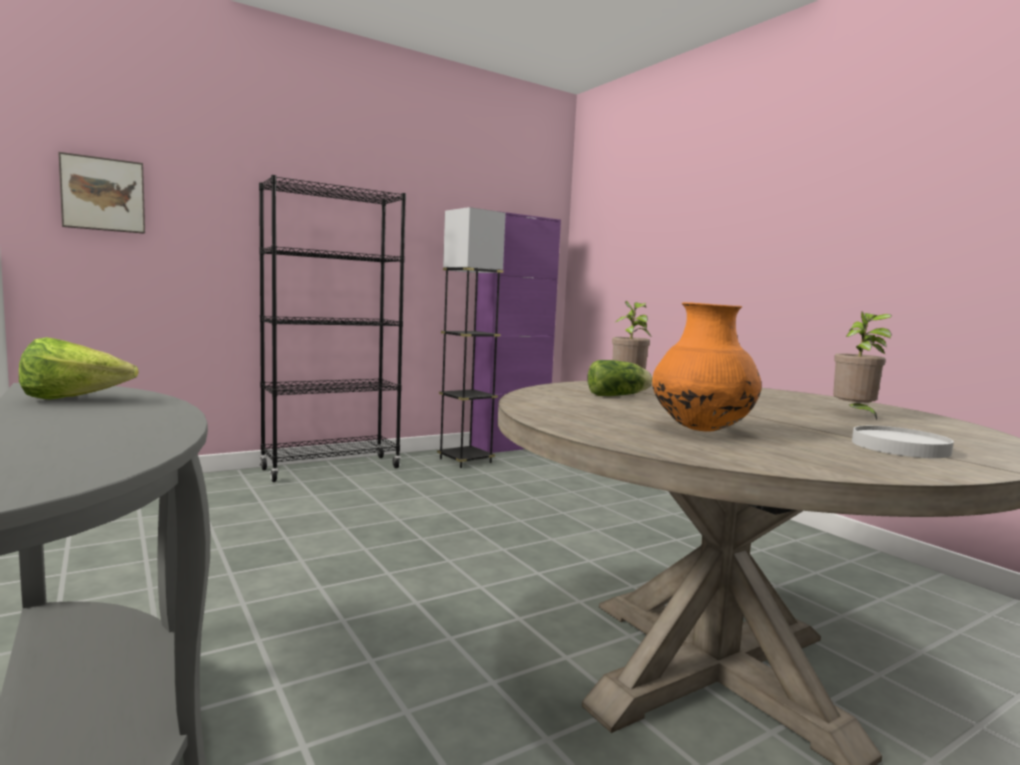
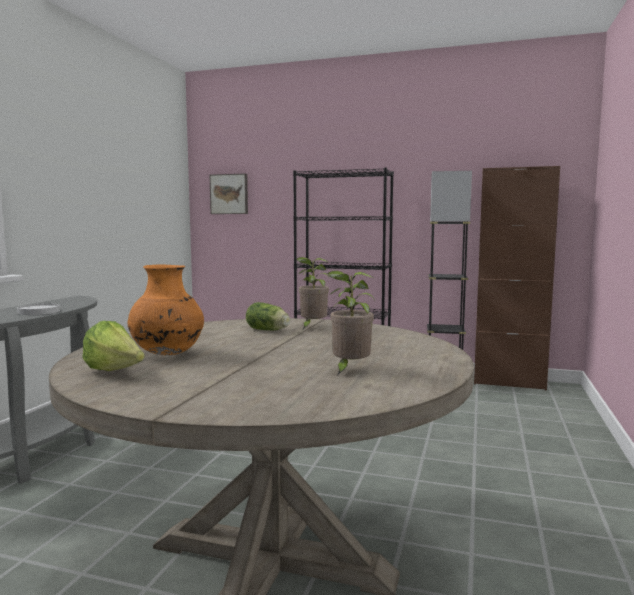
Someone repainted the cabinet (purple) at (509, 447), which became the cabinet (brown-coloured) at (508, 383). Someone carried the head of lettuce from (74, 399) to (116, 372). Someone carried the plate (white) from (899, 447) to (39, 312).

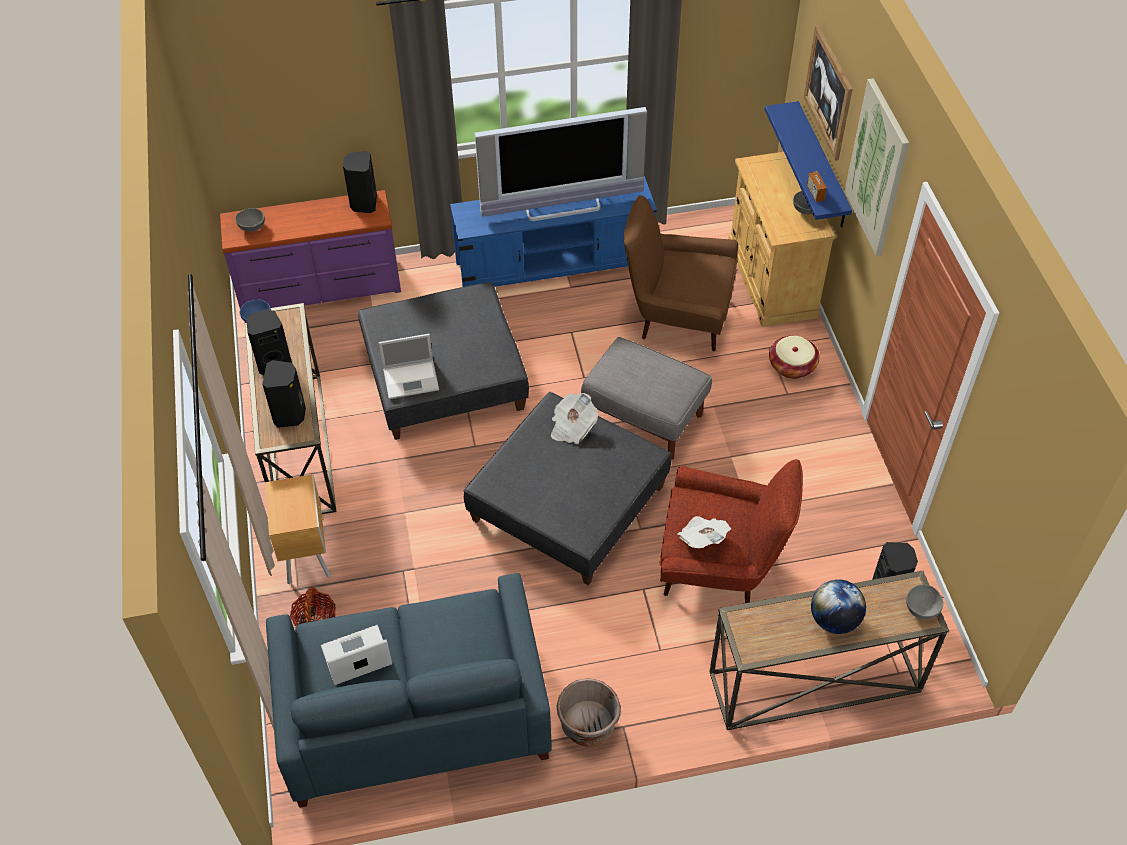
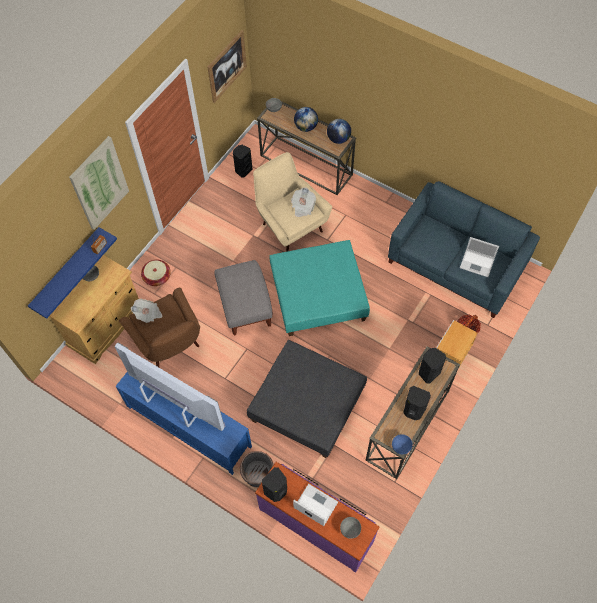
Someone carried the picture from (828, 92) to (227, 66). Someone carried the notebook computer from (412, 379) to (315, 504). Someone repainted the ottoman (grey) at (569, 504), which became the ottoman (turquoise) at (318, 295). Someone carried the printed paper from (572, 427) to (148, 314). Someone repainted the armchair (red) at (719, 566), which became the armchair (beige) at (290, 225). Someone carried the flower pot (grey) from (588, 725) to (258, 474). Someone put down the globe at (338, 139).

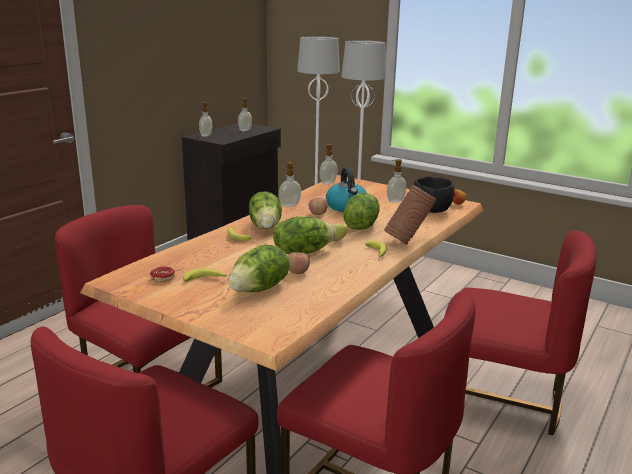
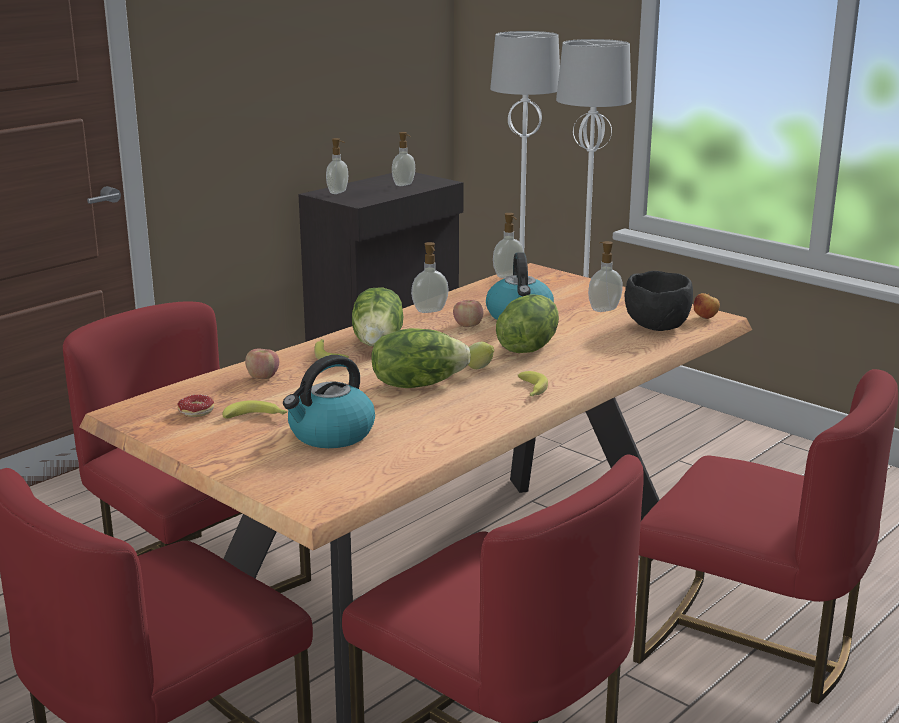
Someone took away the decorative vase (brown-coloured) at (407, 242). Someone swapped the head of lettuce at (260, 289) for the tea kettle at (330, 434). Someone carried the apple from (297, 272) to (262, 377).

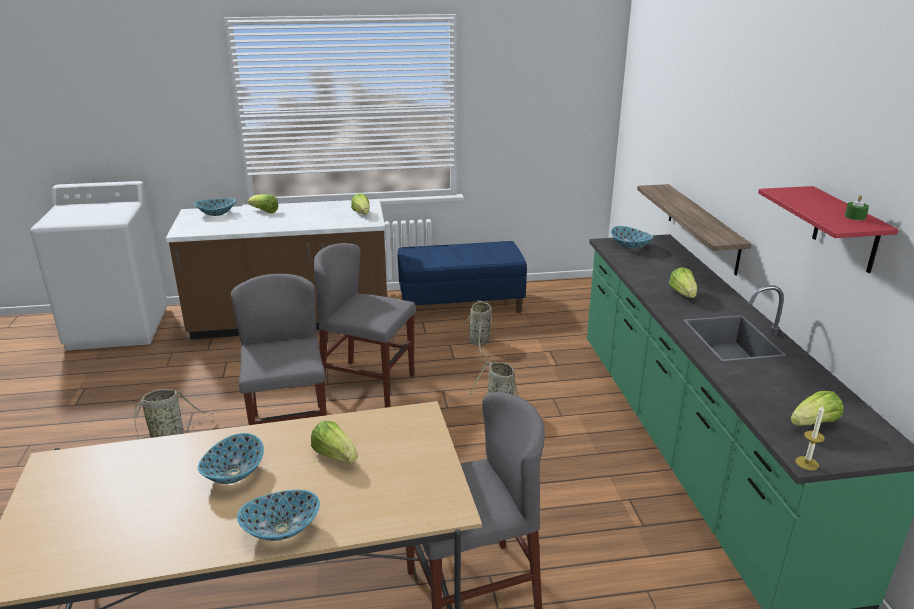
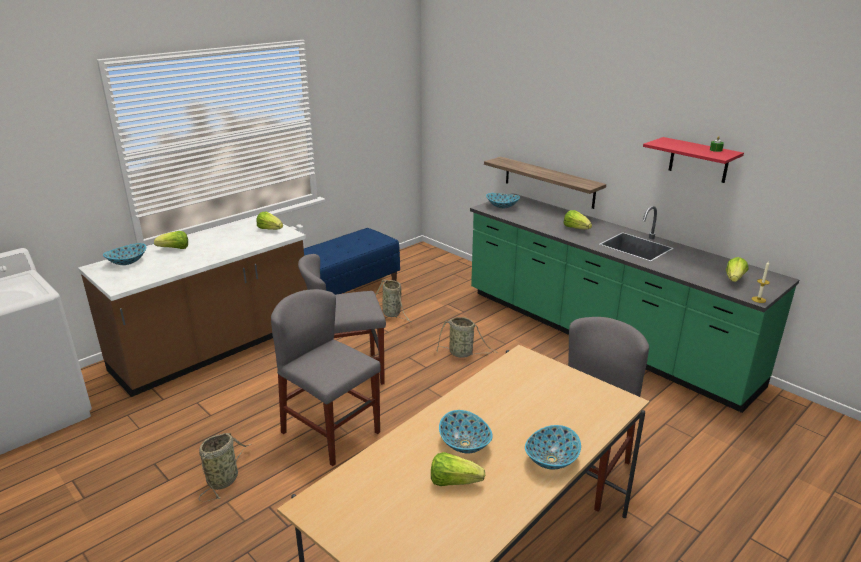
Someone carried the head of lettuce from (335, 455) to (454, 481).

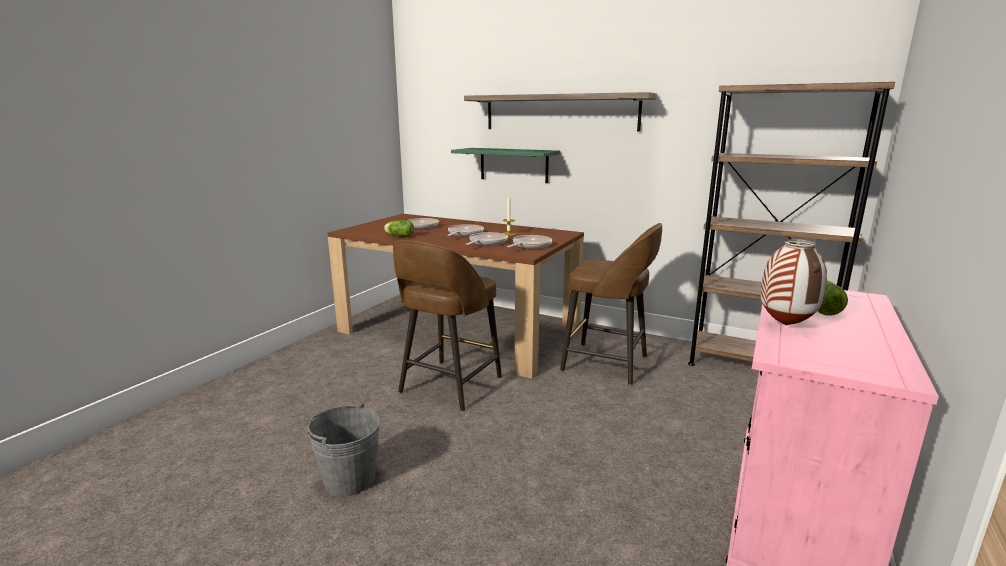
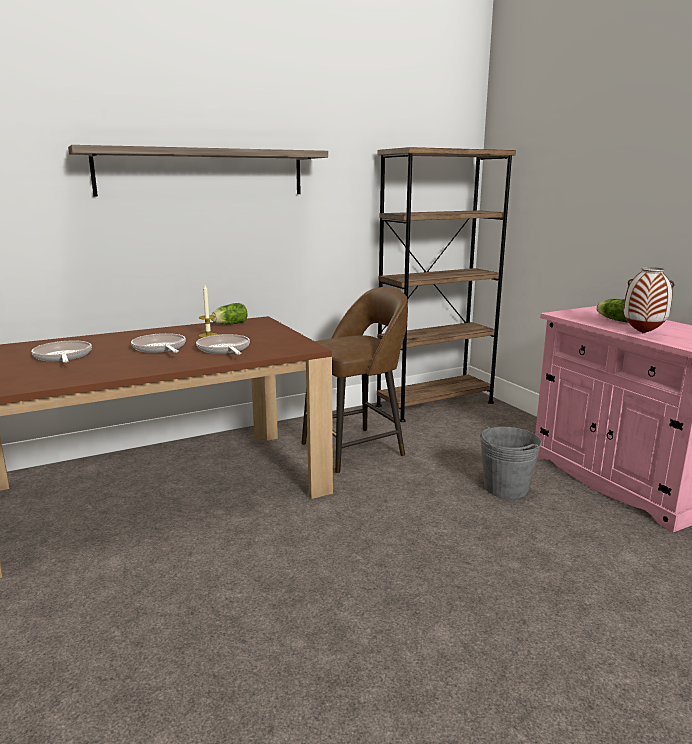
Someone took away the bracket shelf (green-coloured) at (514, 165). Someone carried the head of lettuce from (399, 236) to (229, 324). Someone took away the frying pan at (530, 245). Someone took away the stool (brown-coloured) at (449, 386). Someone carried the water bucket (grey) from (349, 479) to (505, 488).

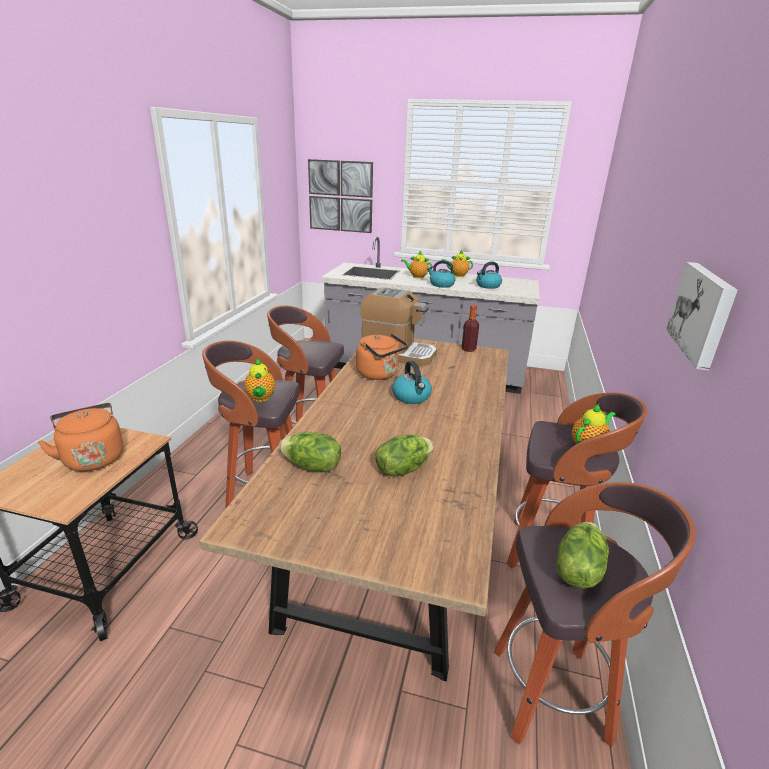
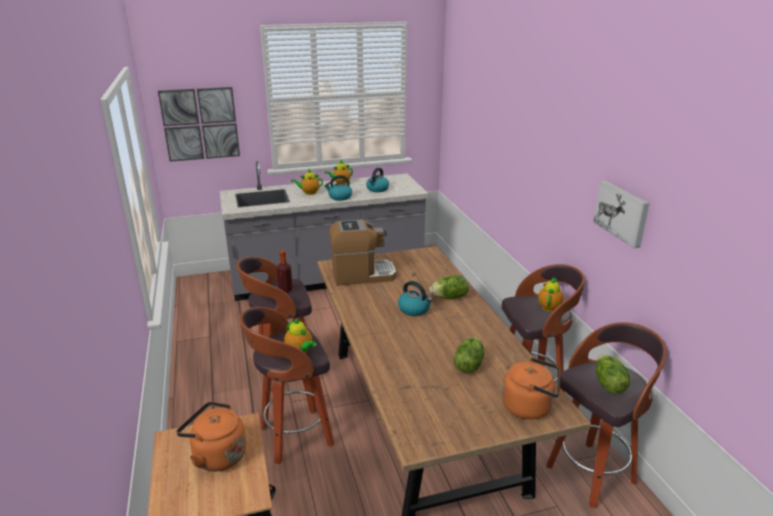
Someone carried the drink bottle from (468, 349) to (285, 290). Someone carried the tea kettle (orangey) from (379, 374) to (530, 407). Someone carried the head of lettuce from (312, 467) to (449, 297).

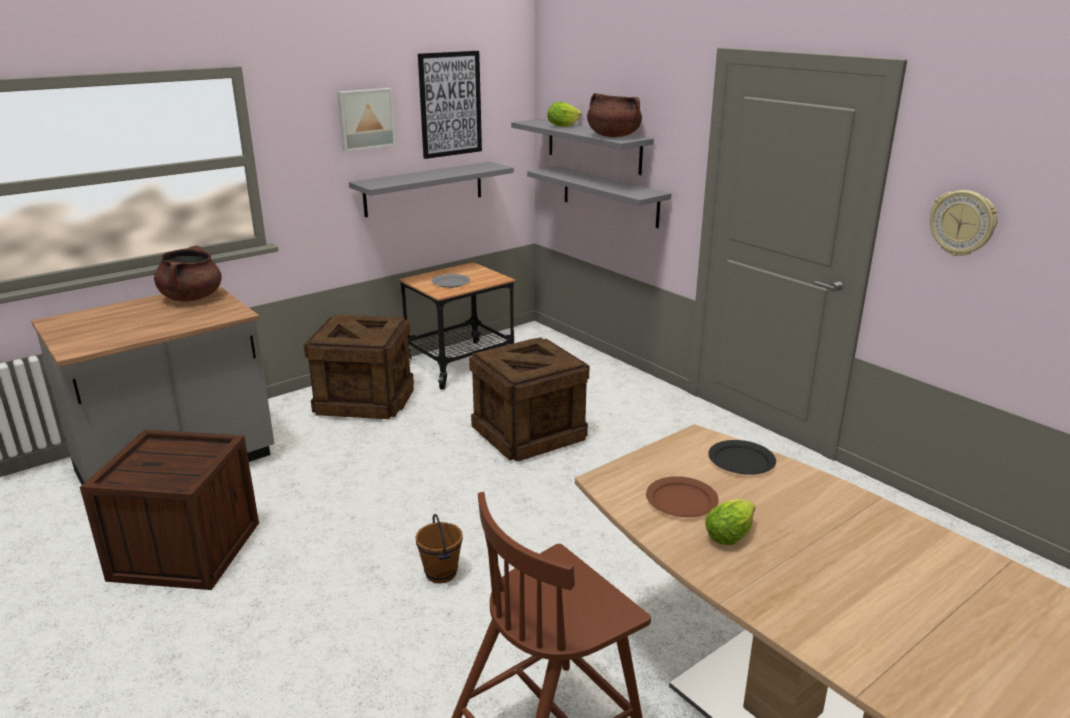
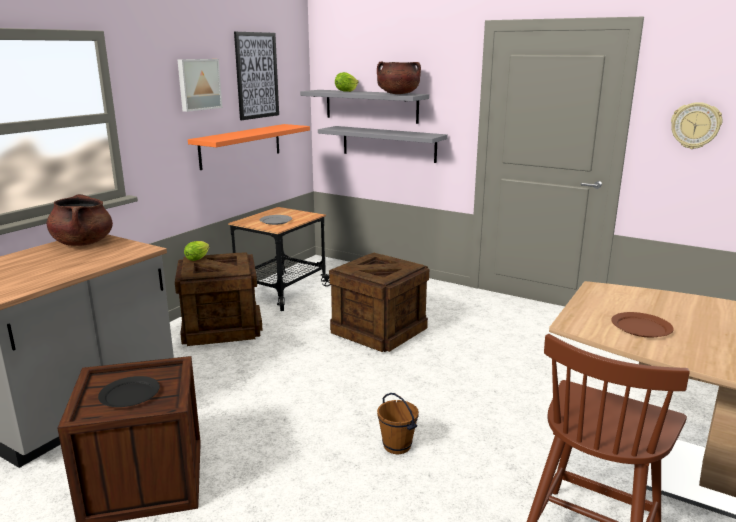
Someone repainted the bracket shelf (grey) at (424, 188), which became the bracket shelf (orangey) at (241, 146). Someone carried the plate (black) from (741, 460) to (129, 394). Someone carried the head of lettuce from (731, 534) to (198, 258).

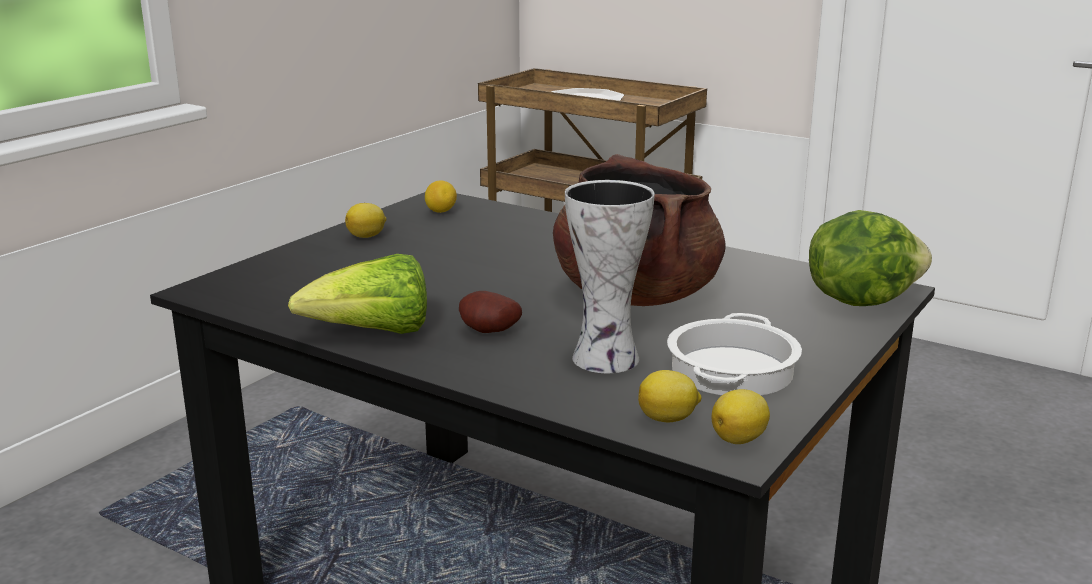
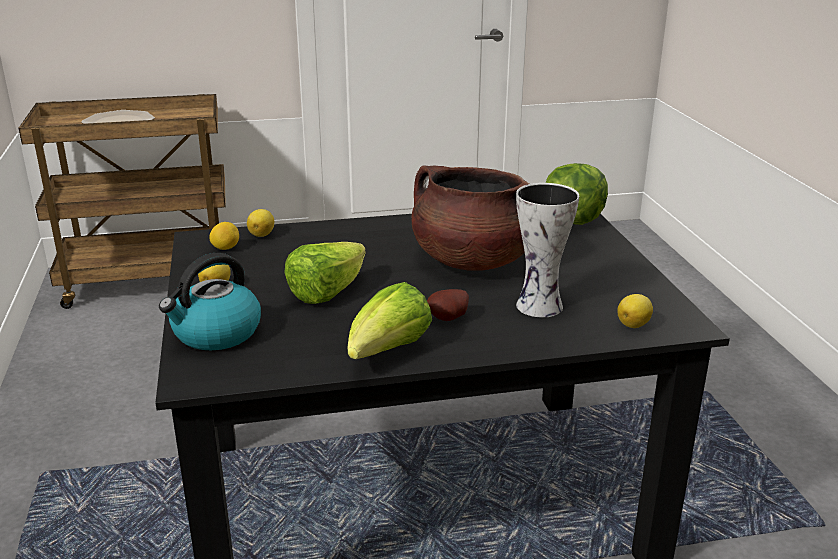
Someone took away the cooking pot at (733, 371). Someone carried the lemon from (740, 439) to (262, 234). Someone put down the head of lettuce at (327, 292). Someone put down the tea kettle at (216, 333).

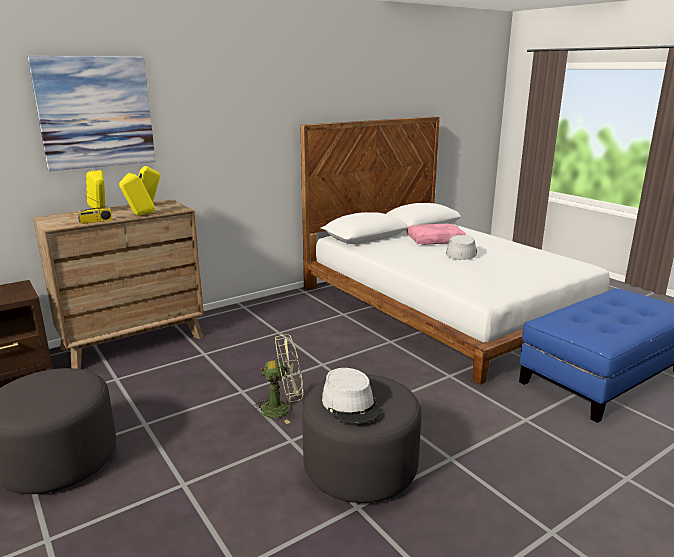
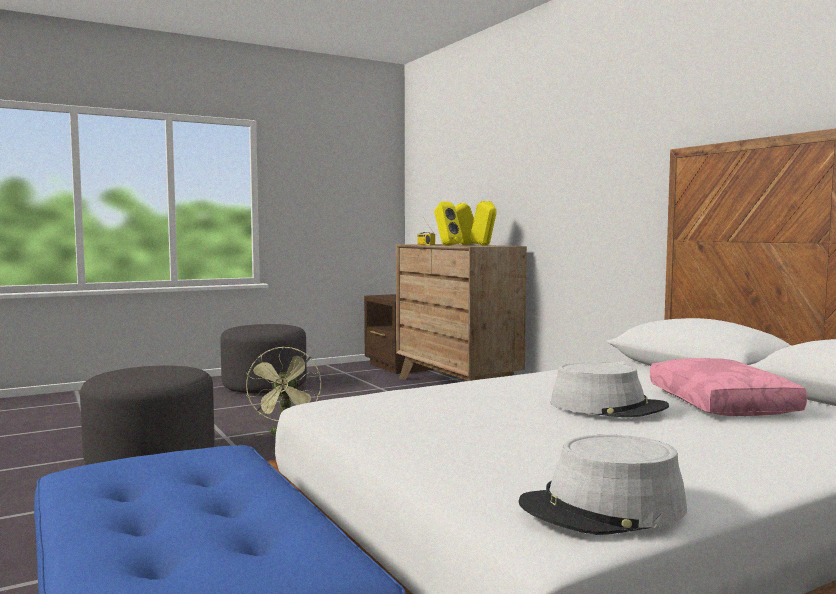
Someone took away the picture at (96, 112). Someone carried the wearable hat (grey) from (351, 405) to (603, 508).

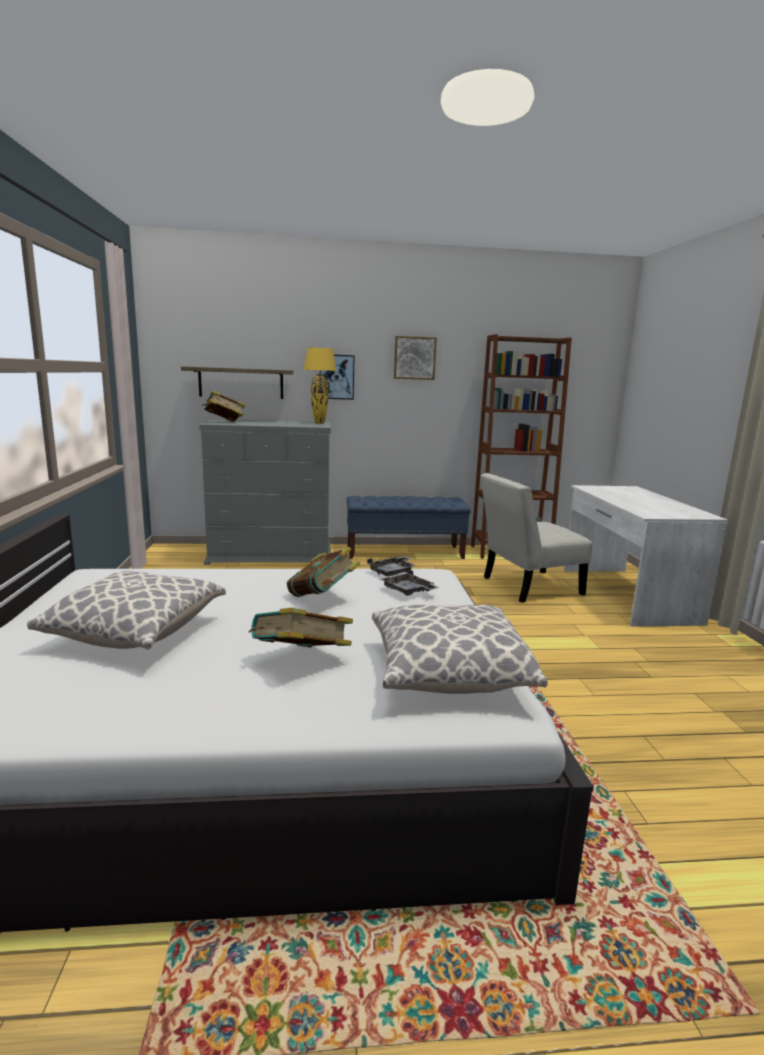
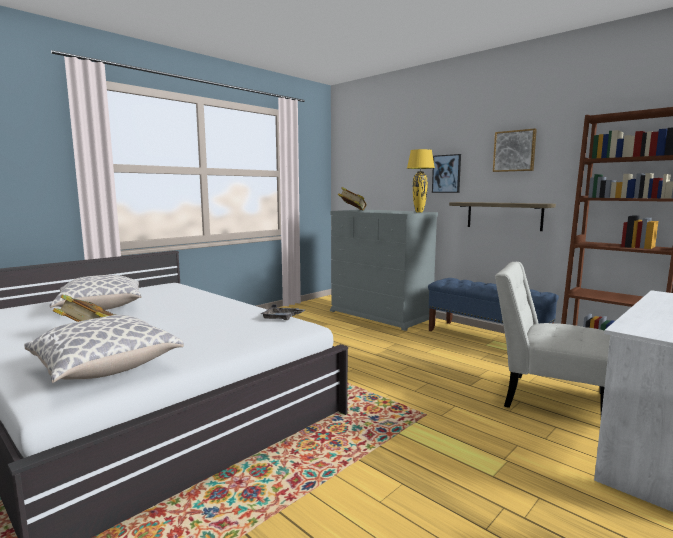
Someone carried the bracket shelf from (241, 383) to (504, 215). Someone took away the bound book at (322, 598). Someone took away the tray (grey) at (408, 591).

